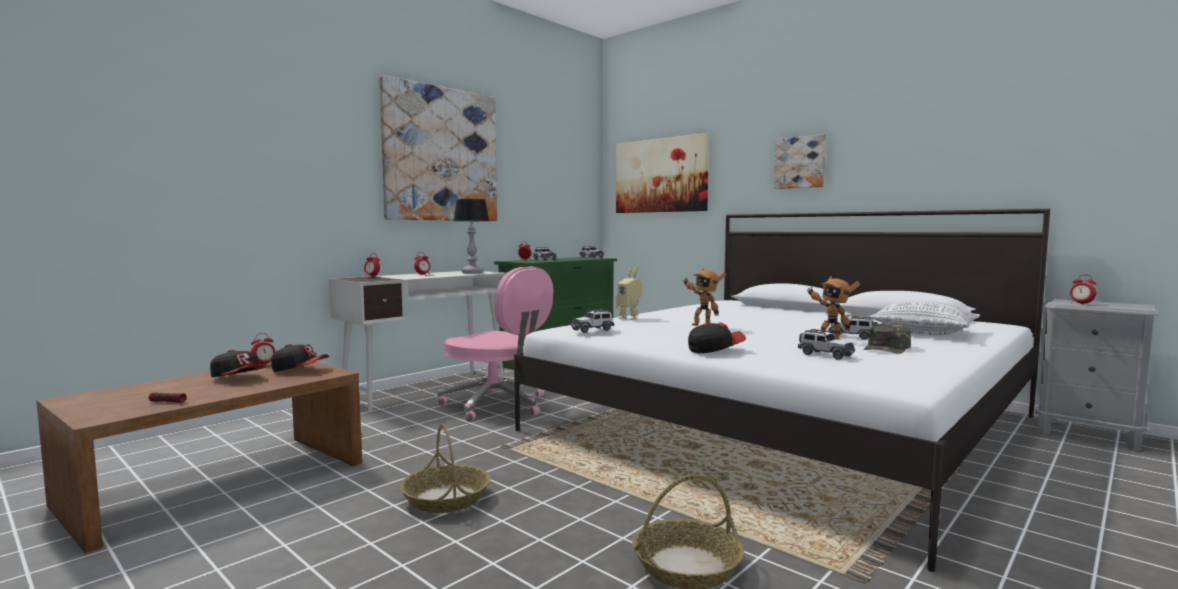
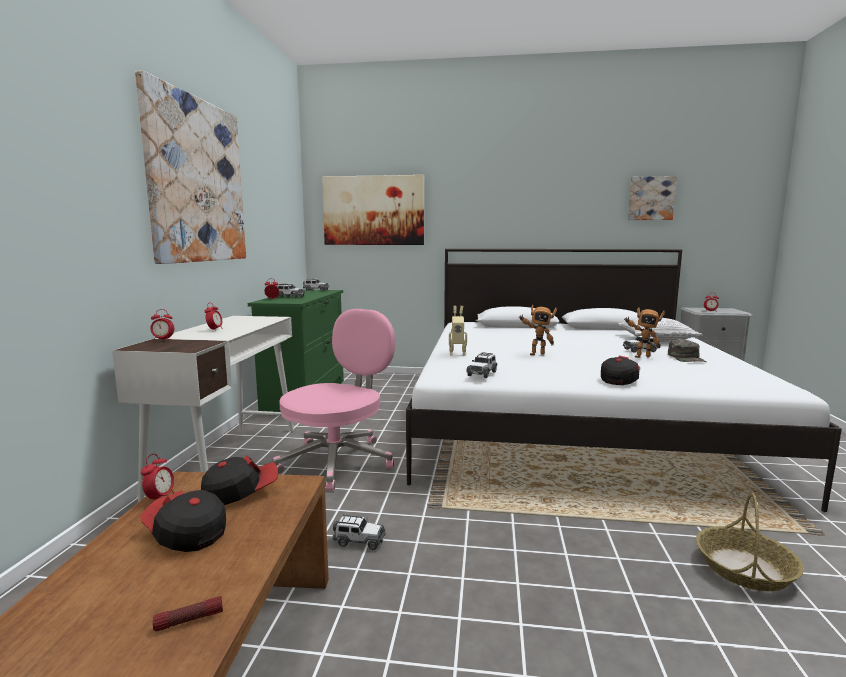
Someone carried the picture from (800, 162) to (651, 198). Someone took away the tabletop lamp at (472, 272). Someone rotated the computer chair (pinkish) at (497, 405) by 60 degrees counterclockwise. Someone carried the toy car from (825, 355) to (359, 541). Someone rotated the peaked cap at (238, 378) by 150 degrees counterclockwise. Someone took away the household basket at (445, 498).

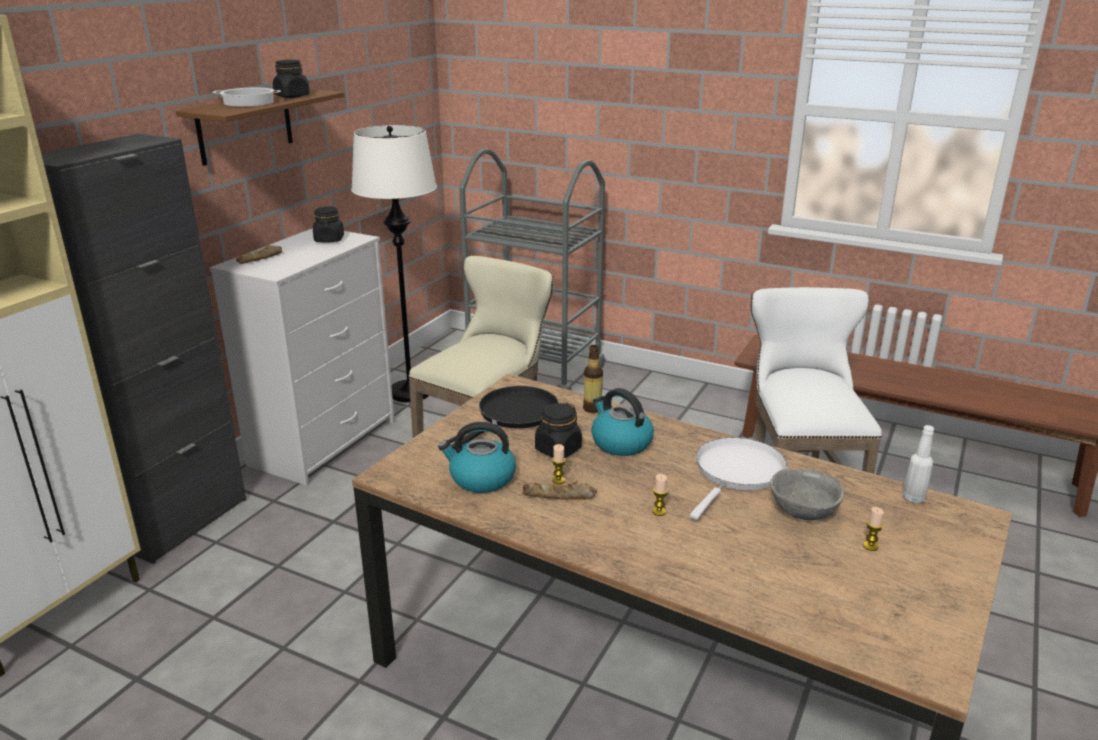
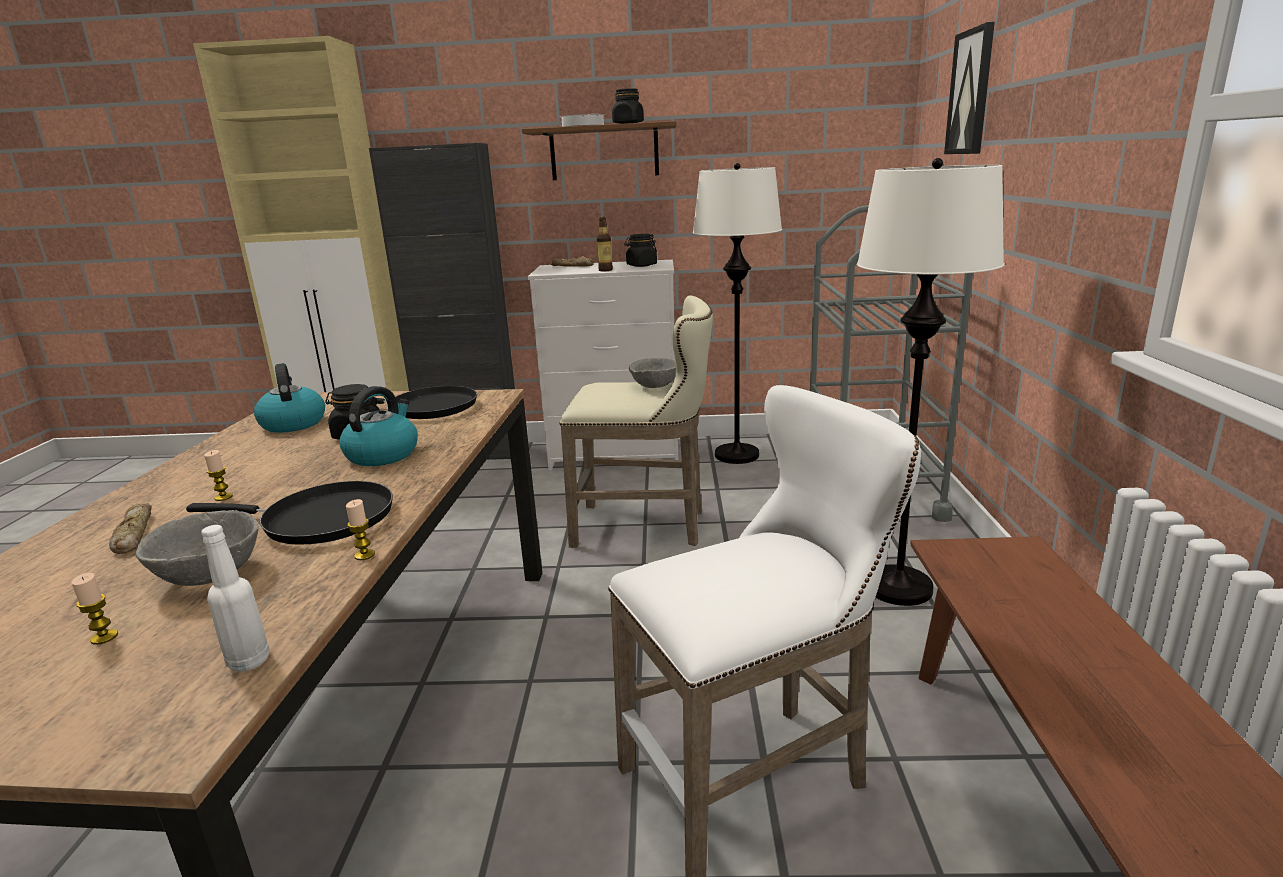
Someone carried the drink bottle from (592, 408) to (605, 270). Someone repainted the frying pan (white) at (737, 473), which became the frying pan (black) at (320, 520). Someone carried the candle from (558, 480) to (364, 555). Someone carried the bakery bread from (559, 496) to (133, 534). Someone put up the picture at (971, 92). Someone put down the standard lamp (white) at (898, 587). Someone put down the serving bowl (grey) at (656, 386).

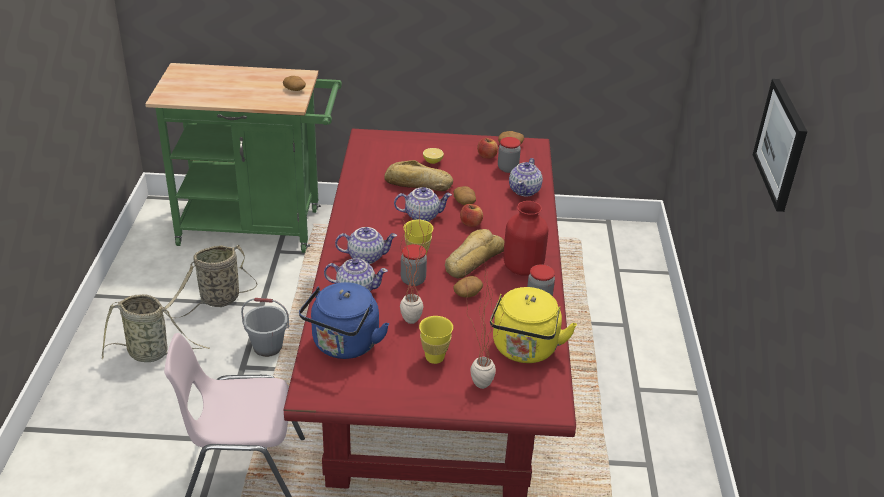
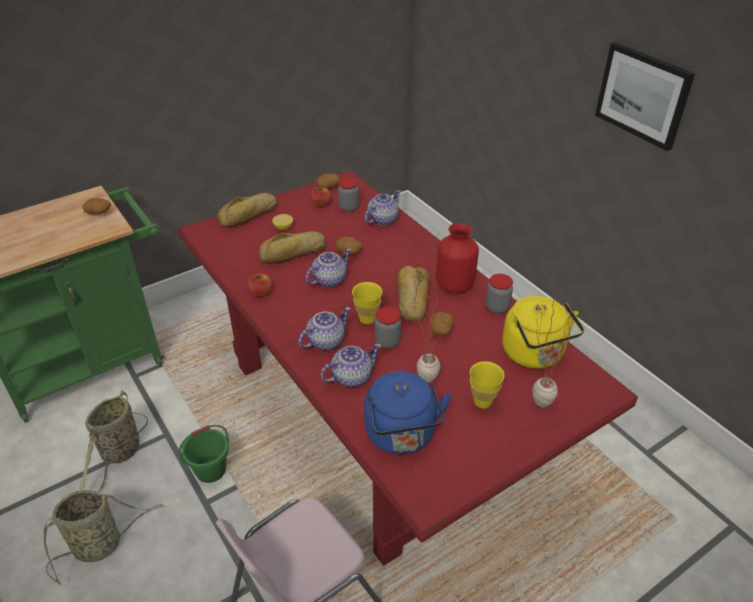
Someone rotated the teapot at (525, 190) by 120 degrees counterclockwise. Someone carried the apple from (471, 223) to (260, 292). Someone repainted the water bucket (grey) at (268, 347), which became the water bucket (green-coloured) at (210, 470). Someone put down the bakery bread at (249, 215).

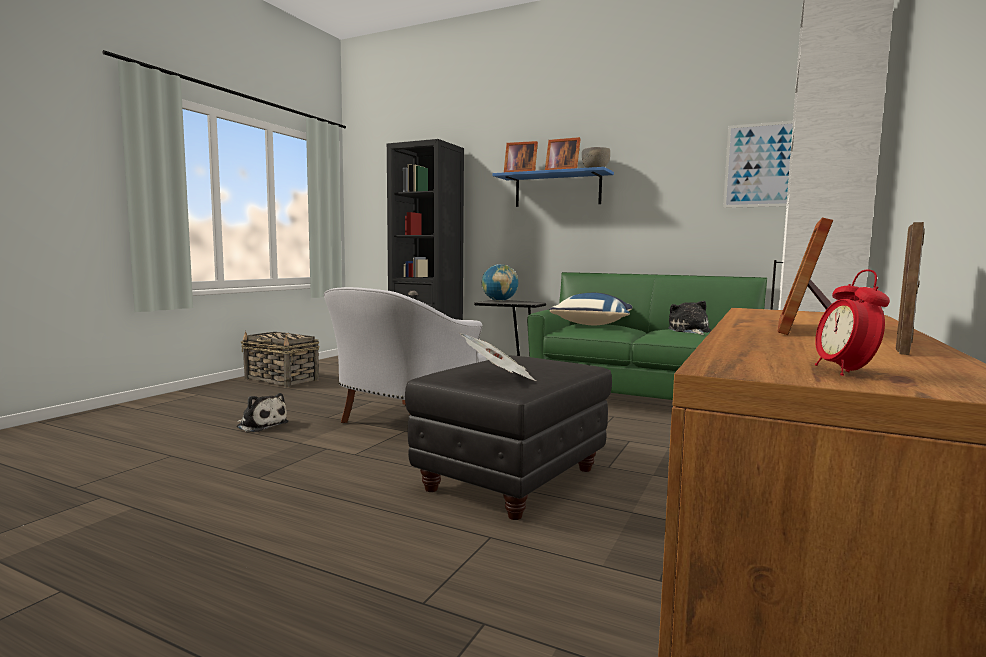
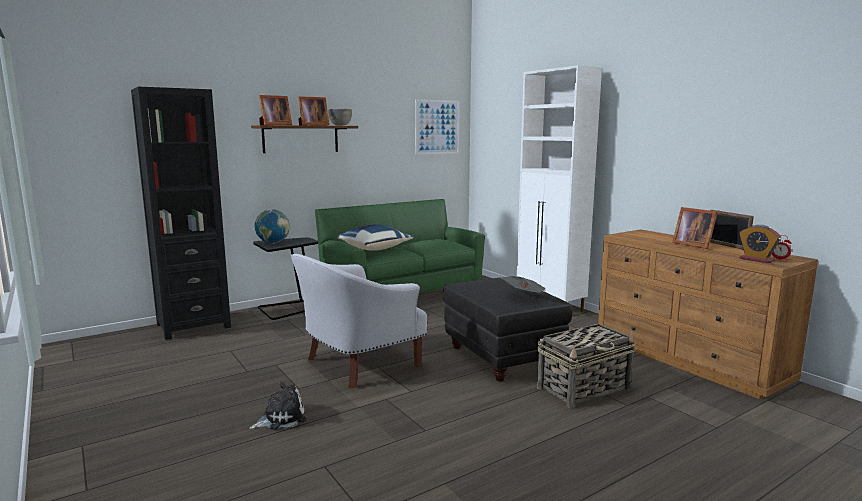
Someone repainted the bracket shelf (blue-coloured) at (557, 190), which became the bracket shelf (brown-coloured) at (301, 139). Someone rotated the armchair (white) at (403, 423) by 75 degrees clockwise. Someone took away the plush toy at (689, 331). Someone carried the household basket from (282, 380) to (584, 388). Someone put down the bedside clock at (756, 260).

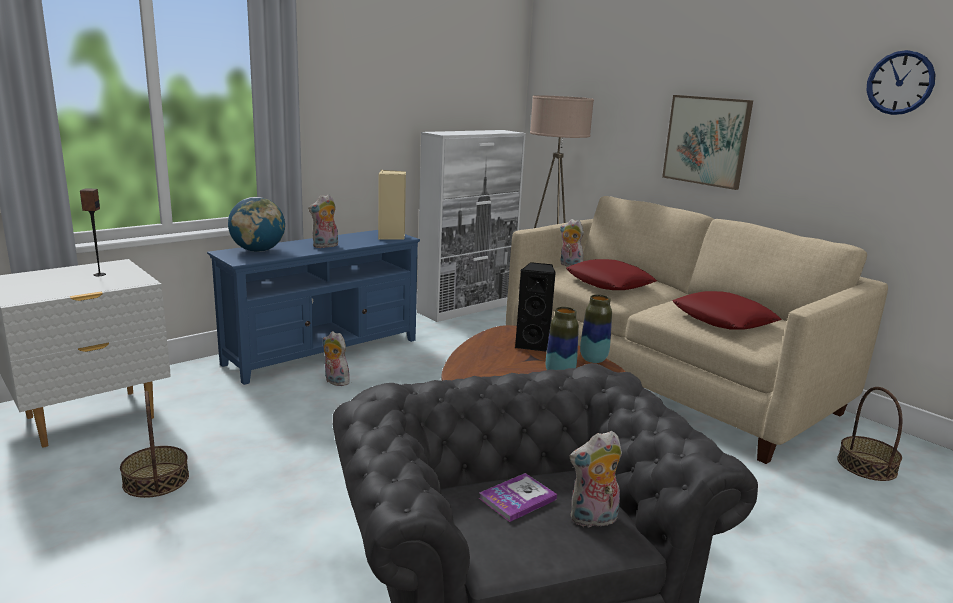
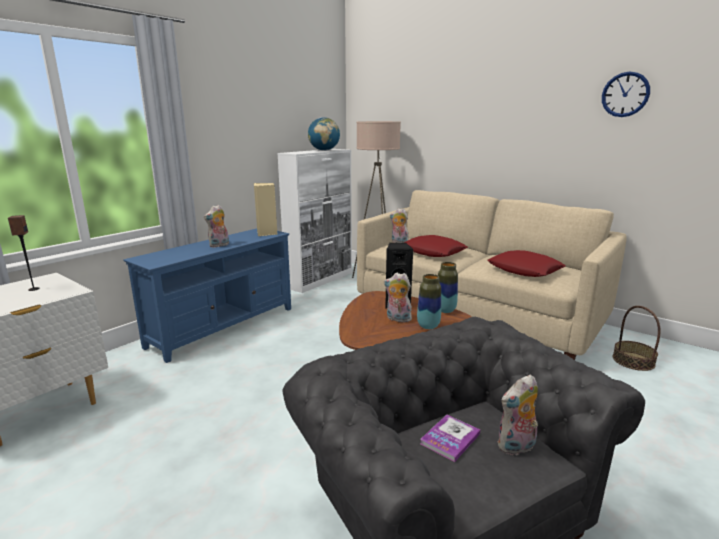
Someone took away the picture at (706, 141). Someone carried the globe from (258, 251) to (324, 150). Someone carried the plush toy from (335, 382) to (397, 319). Someone took away the household basket at (156, 480).

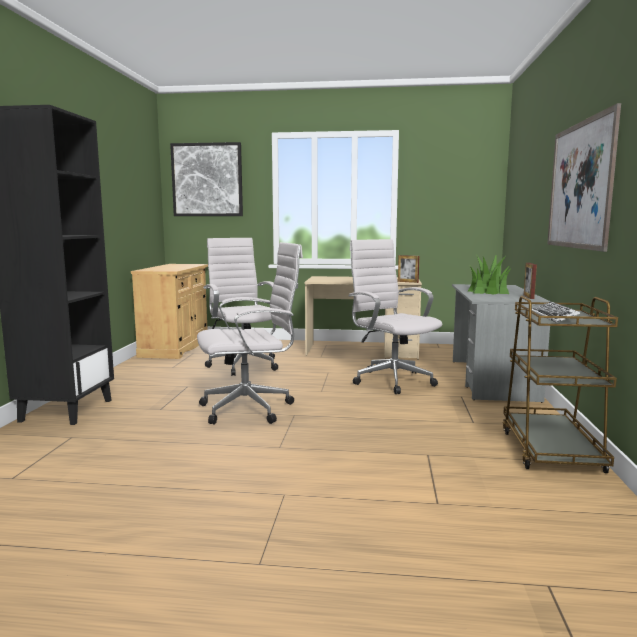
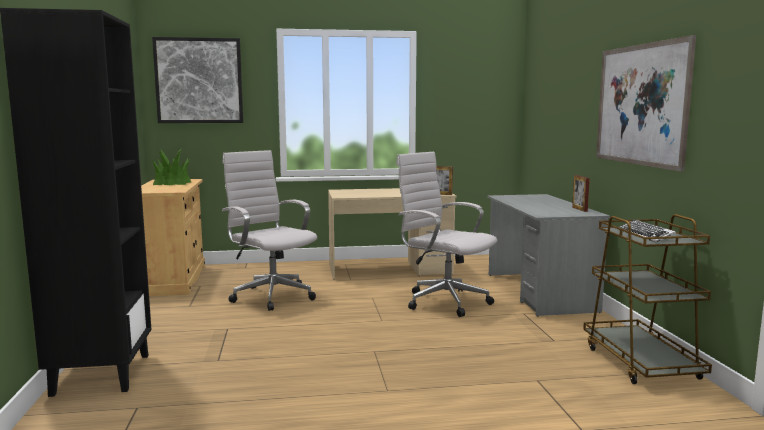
Someone took away the computer chair (white) at (251, 408). Someone carried the potted plant from (488, 291) to (172, 182).

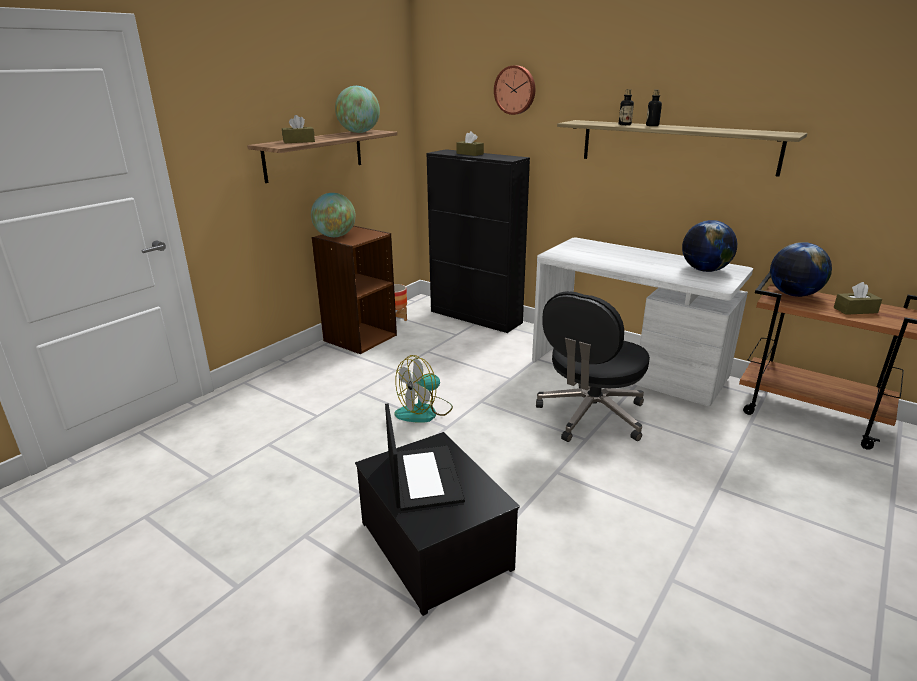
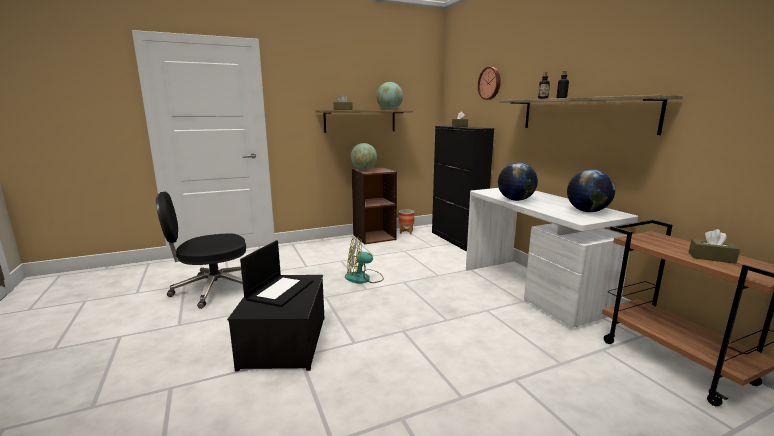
Someone carried the globe from (793, 294) to (515, 200). Someone carried the computer chair (black) from (590, 416) to (212, 289).

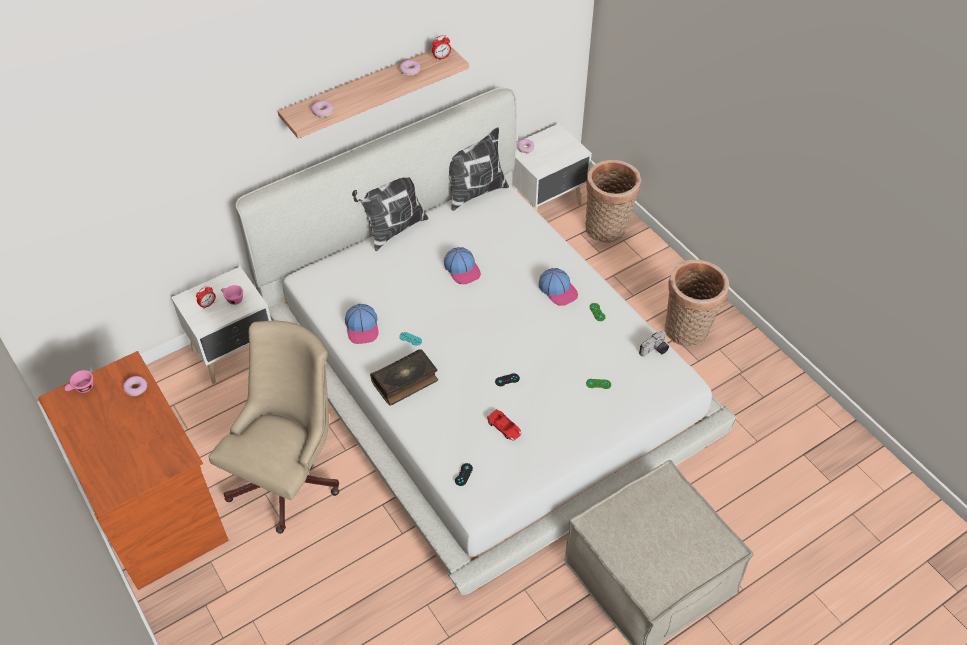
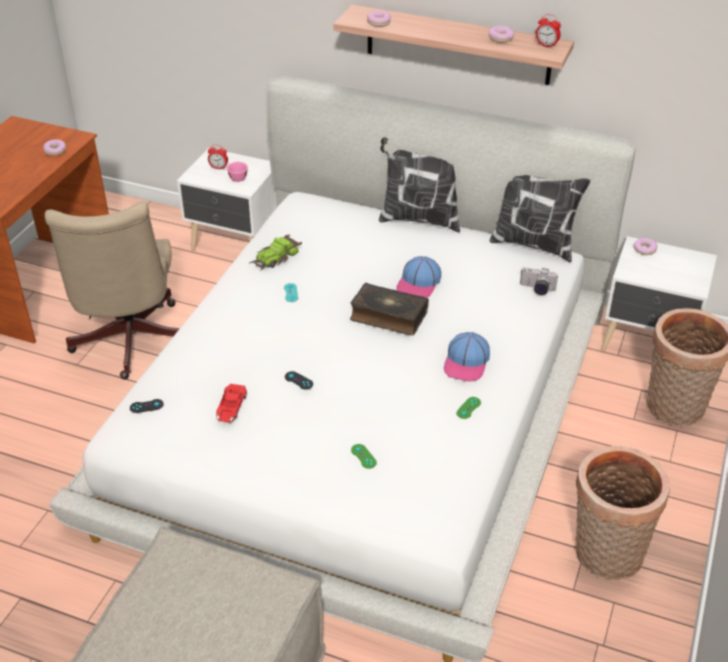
Someone swapped the peaked cap at (362, 327) for the toy car at (276, 258). Someone rotated the computer chair (beige) at (290, 476) by 90 degrees clockwise. Someone carried the still camera from (655, 351) to (536, 289). Someone carried the bound book from (405, 381) to (388, 316). Someone took away the small cup (pinkish) at (82, 388).

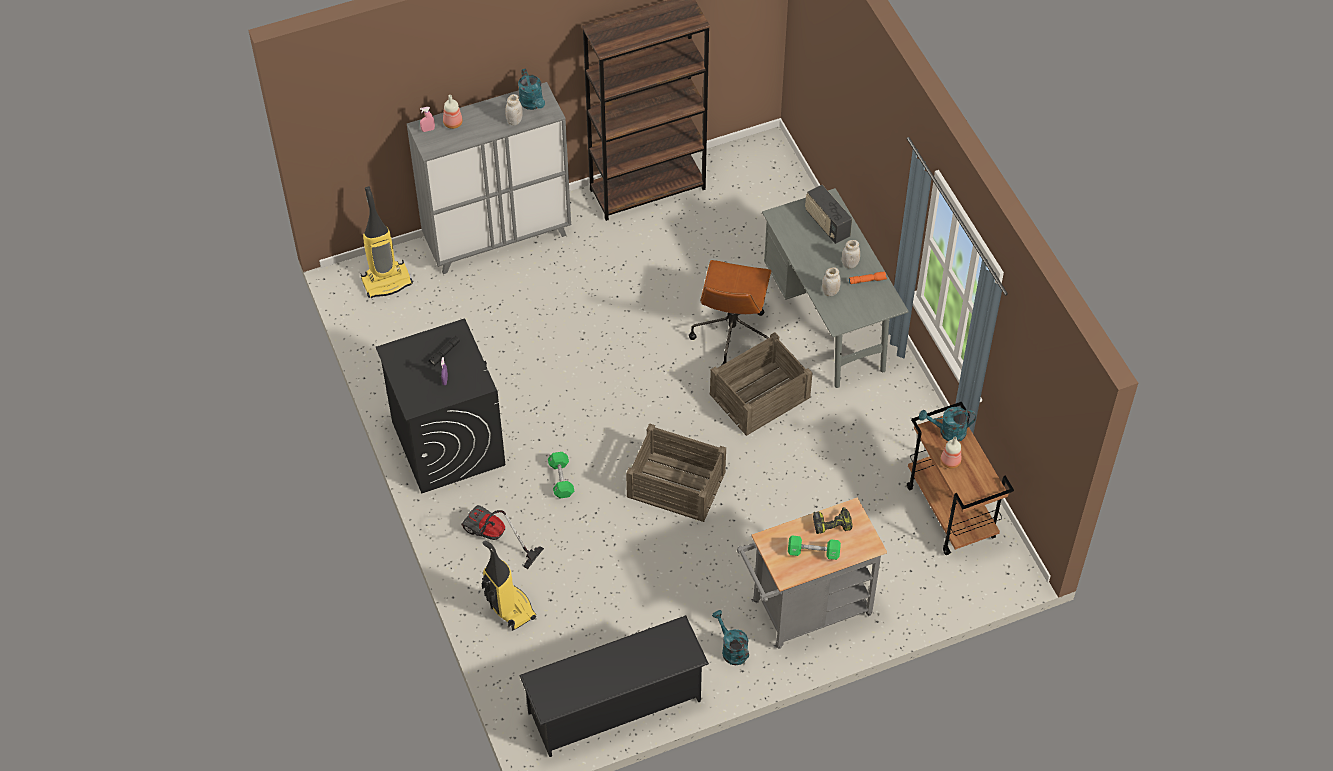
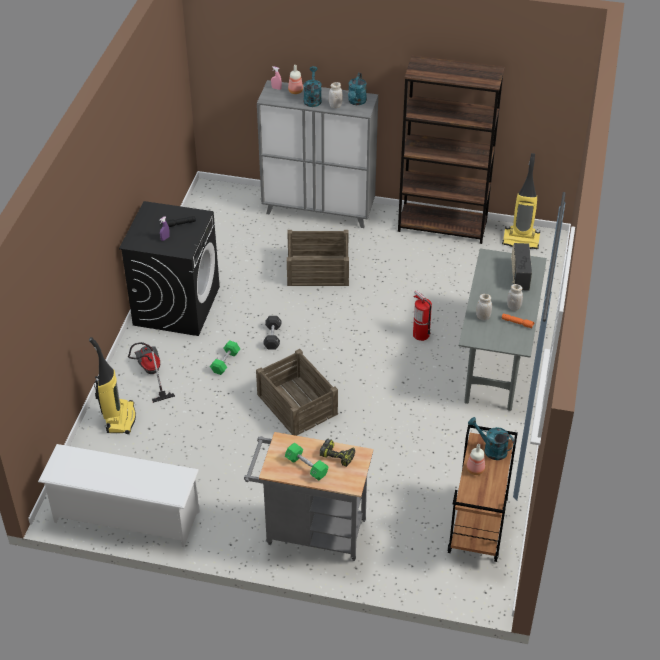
Someone carried the hoover from (387, 281) to (521, 240). Someone swapped the computer chair (brown-coloured) at (732, 334) for the fire extinguisher at (420, 334). Someone carried the packing crate from (760, 396) to (318, 270). Someone carried the watering can (turquoise) from (731, 649) to (312, 99). Someone repainted the shoe rack (black) at (615, 706), which became the shoe rack (white) at (126, 517). Someone put down the hand weight (black) at (272, 337).

